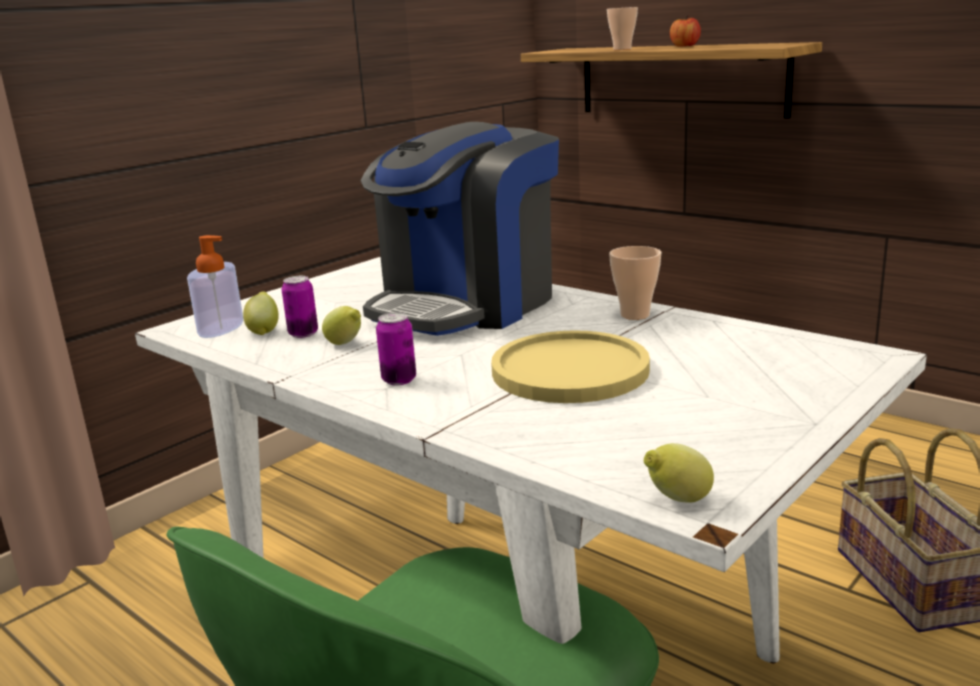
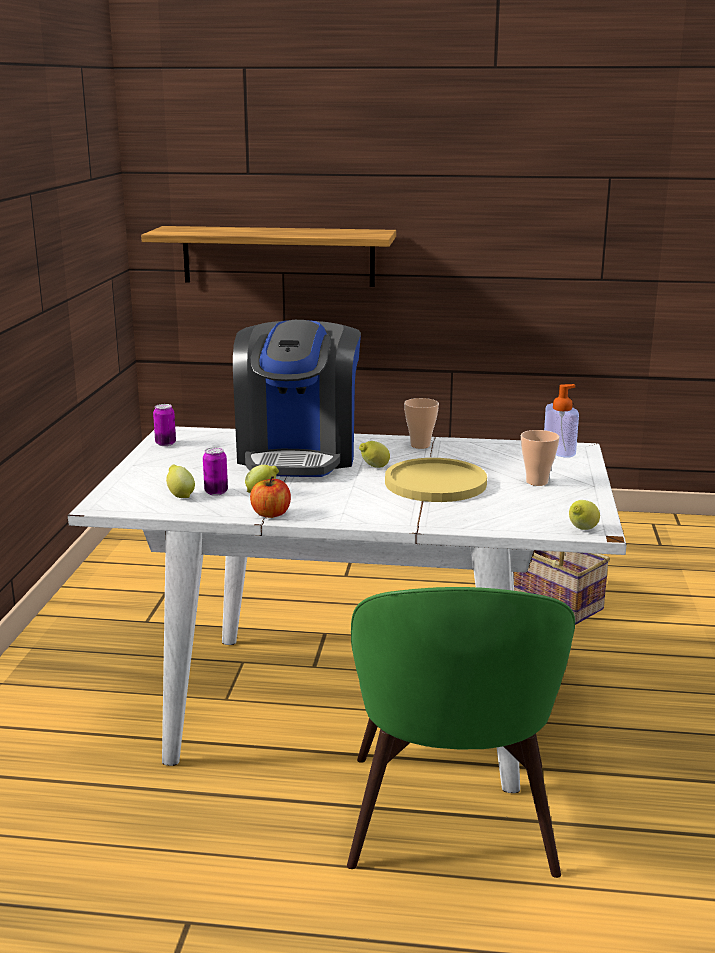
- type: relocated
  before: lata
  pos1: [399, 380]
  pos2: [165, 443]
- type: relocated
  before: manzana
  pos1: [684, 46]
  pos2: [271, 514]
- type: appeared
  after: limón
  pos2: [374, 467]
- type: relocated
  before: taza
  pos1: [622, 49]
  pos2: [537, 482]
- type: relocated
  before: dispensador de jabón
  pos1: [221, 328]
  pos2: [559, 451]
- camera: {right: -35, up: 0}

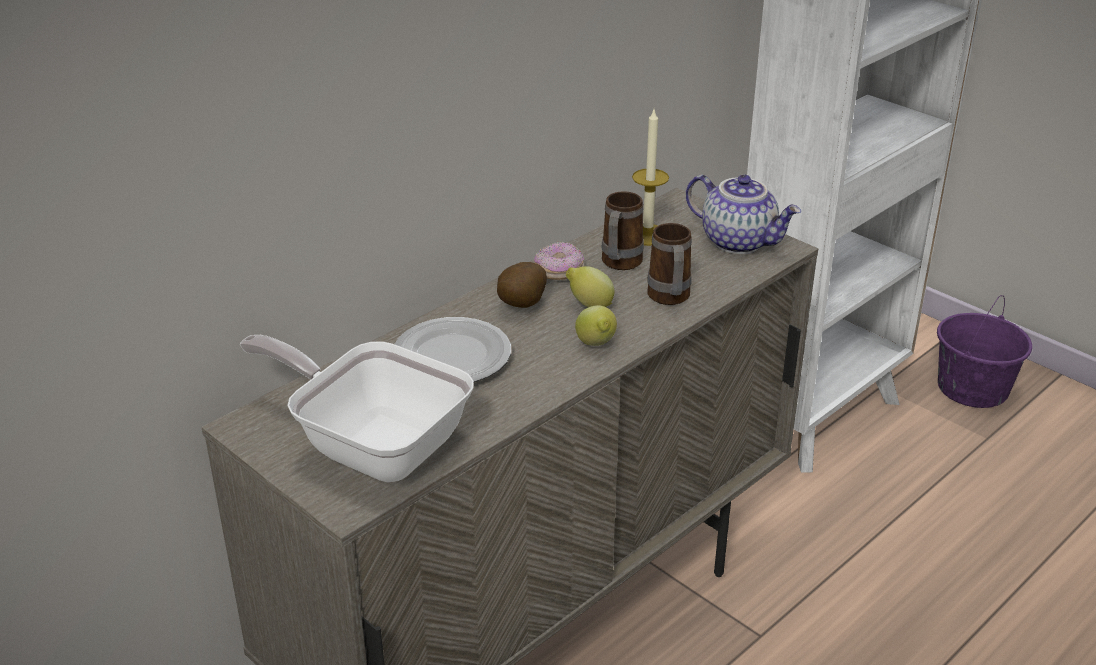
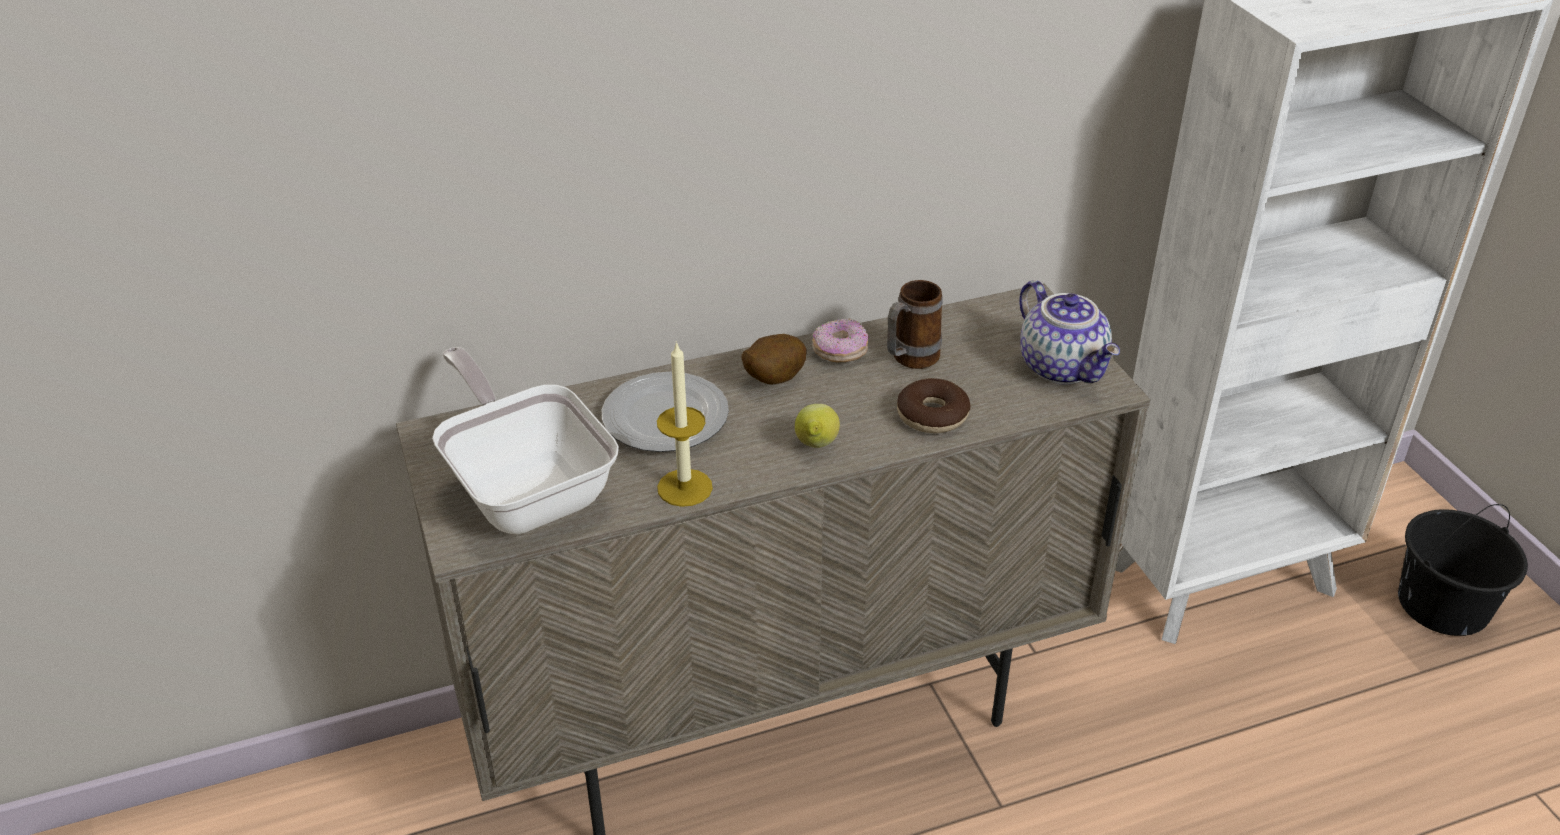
- type: relocated
  before: vela
  pos1: [647, 235]
  pos2: [684, 487]
- type: exchanged
  before: taza grande
  after: rosquilla
  pos1: [669, 299]
  pos2: [932, 416]
- type: colour
  before: cubo [morado]
  after: cubo [negro]
  pos1: [973, 388]
  pos2: [1443, 605]
- type: missing
  before: limón
  pos1: [589, 306]
- camera: {right: 25, up: 5}

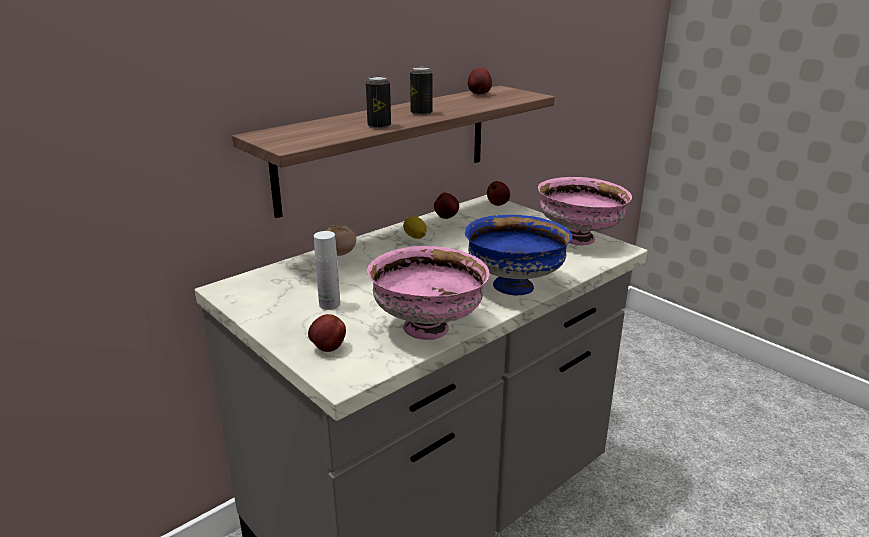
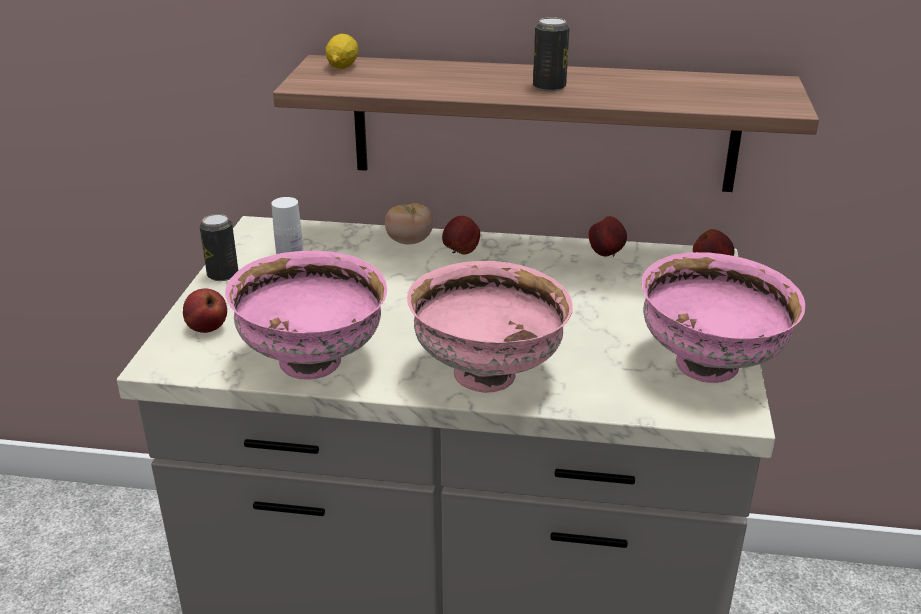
- type: relocated
  before: lata
  pos1: [379, 126]
  pos2: [223, 275]
- type: relocated
  before: limón
  pos1: [415, 236]
  pos2: [343, 66]
- type: colour
  before: cuenco [azul]
  after: cuenco [rosa]
  pos1: [513, 285]
  pos2: [488, 374]
- type: relocated
  before: manzana
  pos1: [479, 94]
  pos2: [461, 252]
- camera: {right: 50, up: 5}

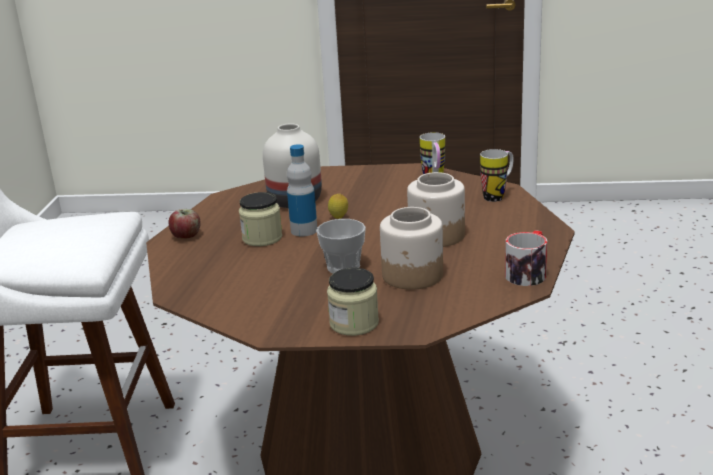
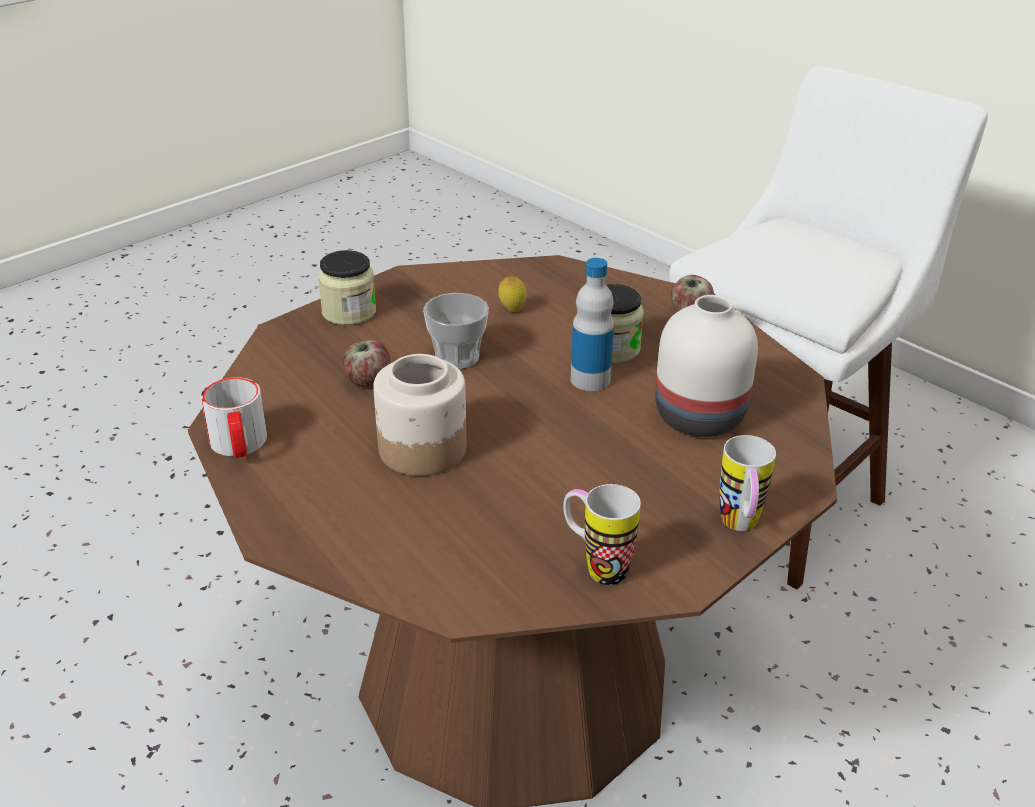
- type: exchanged
  before: tarro
  after: manzana
  pos1: [413, 276]
  pos2: [367, 381]
- type: relocated
  before: limón
  pos1: [339, 218]
  pos2: [512, 310]
- type: relocated
  before: taza grande
  pos1: [498, 196]
  pos2: [740, 527]
- camera: {right: 130, up: 10}

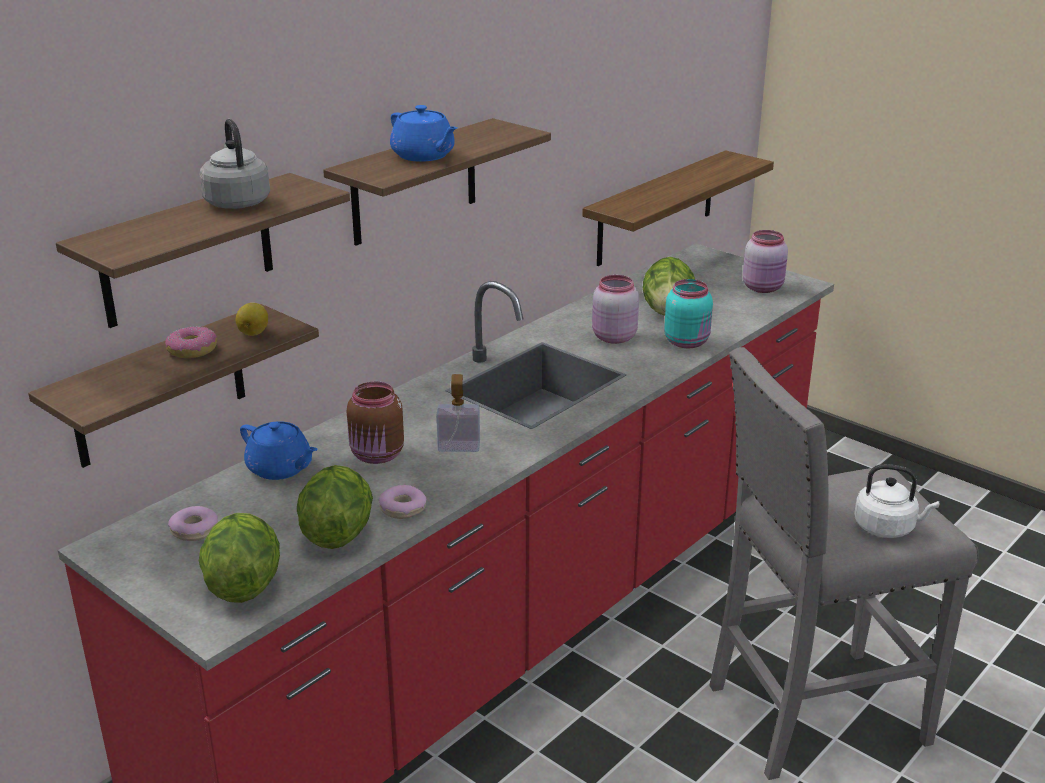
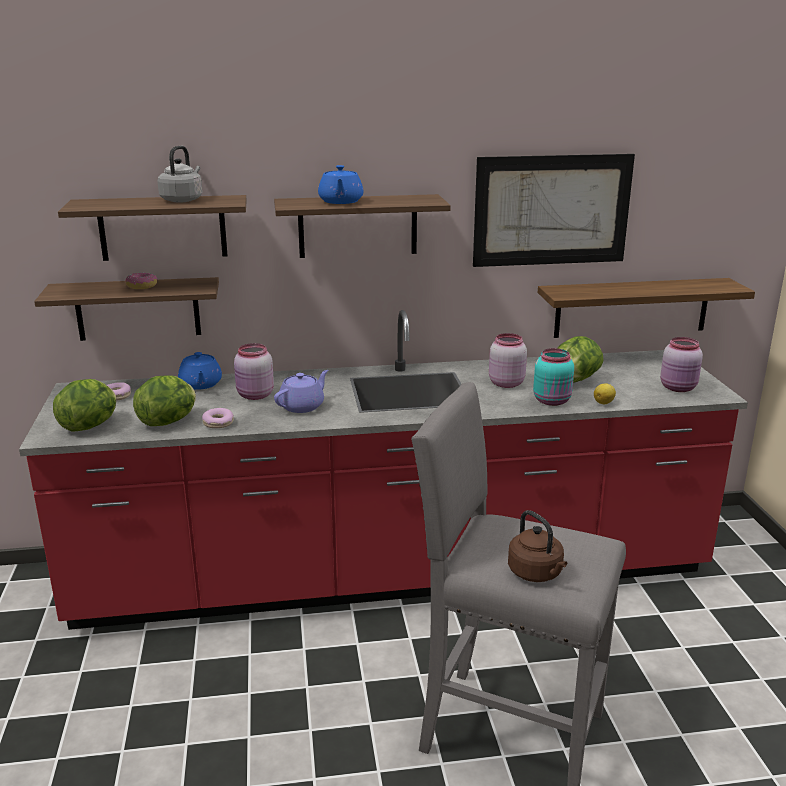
- type: colour
  before: tarro [marrón]
  after: tarro [rosa]
  pos1: [377, 455]
  pos2: [255, 395]
- type: exchanged
  before: dispensador de jabón
  after: tetera [morado]
  pos1: [459, 446]
  pos2: [302, 406]
- type: appeared
  after: cuadro
  pos2: [552, 210]
- type: colour
  before: hervidor [blanco]
  after: hervidor [marrón]
  pos1: [887, 528]
  pos2: [537, 573]
- type: relocated
  before: limón
  pos1: [254, 333]
  pos2: [604, 403]
- camera: {right: 40, up: -5}

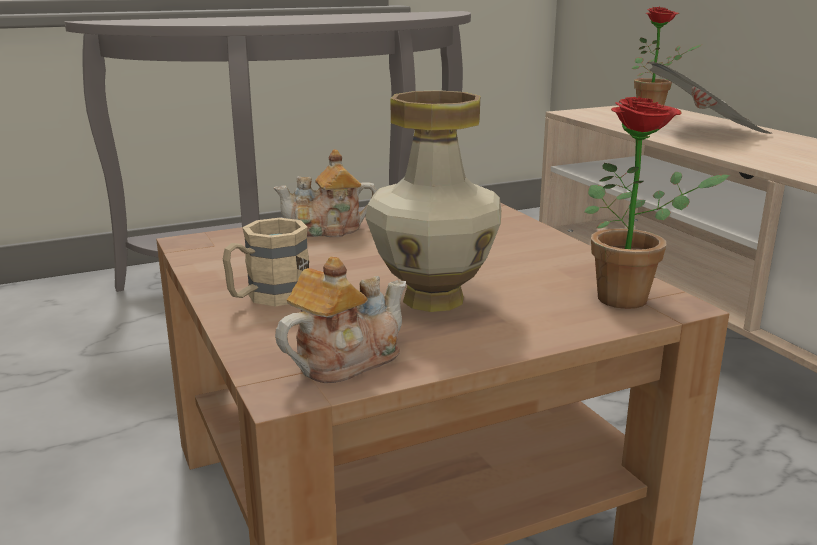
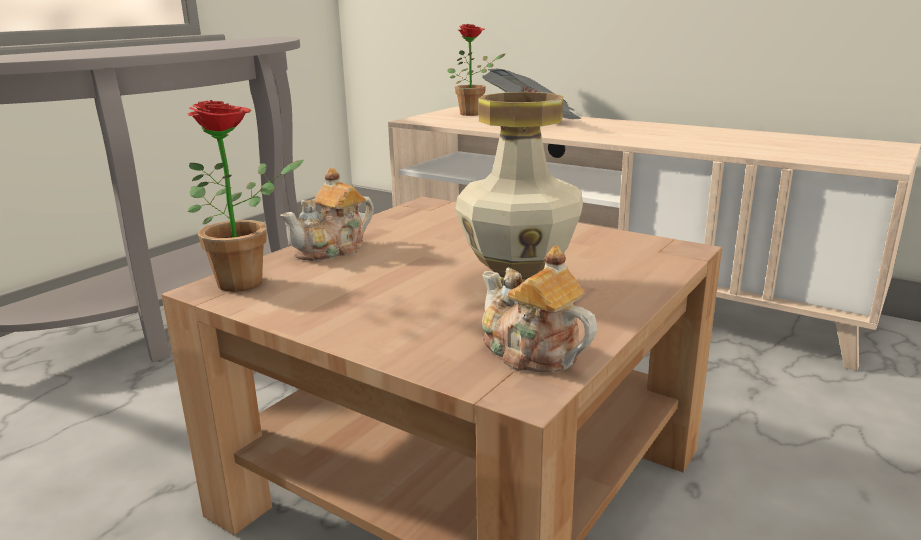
- type: relocated
  before: planta en maceta
  pos1: [633, 299]
  pos2: [250, 281]
- type: spun
  before: tetera
  pos1: [344, 360]
  pos2: [530, 353]
  turn: -60
- type: missing
  before: taza grande [beis]
  pos1: [267, 297]
- camera: {right: -30, up: 0}

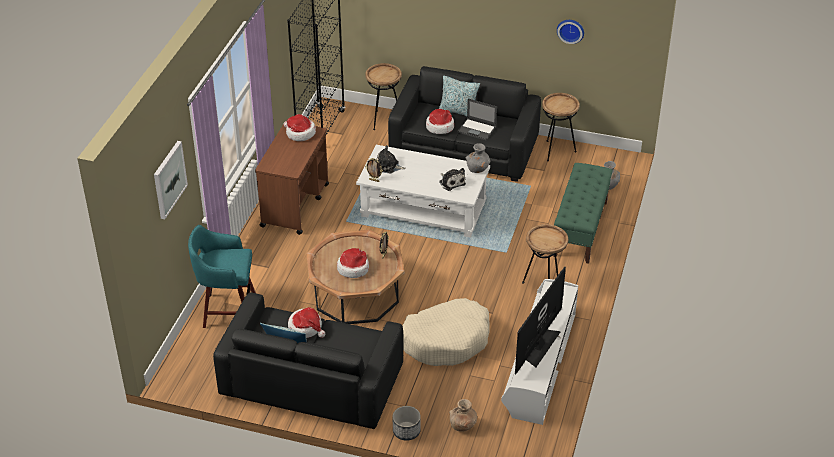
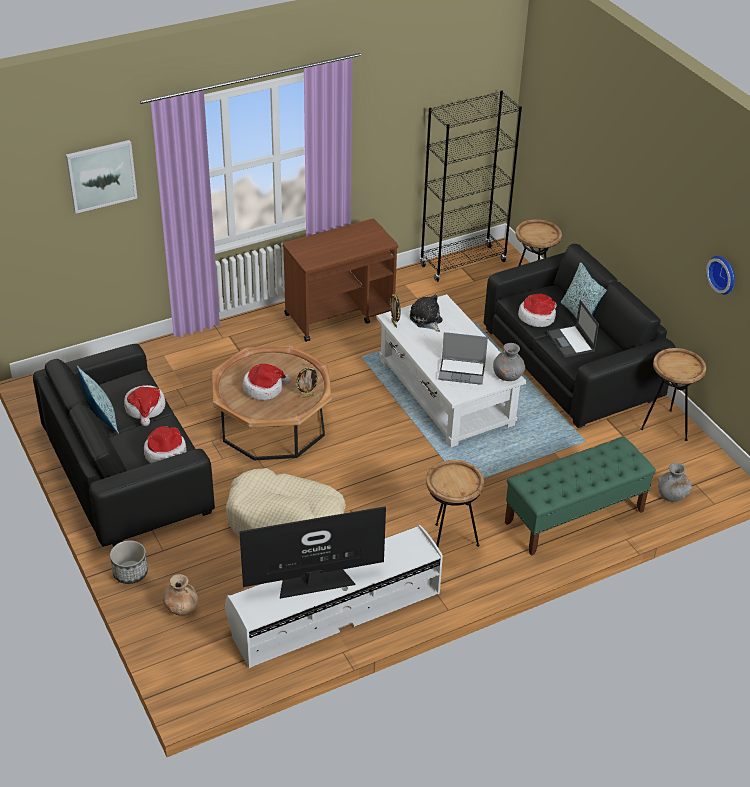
- type: relocated
  before: sombrero
  pos1: [300, 133]
  pos2: [165, 452]
- type: exchanged
  before: peluche
  after: portátil
  pos1: [451, 182]
  pos2: [462, 371]
- type: missing
  before: taburete [turquesa]
  pos1: [227, 311]
- camera: {right: 45, up: 0}

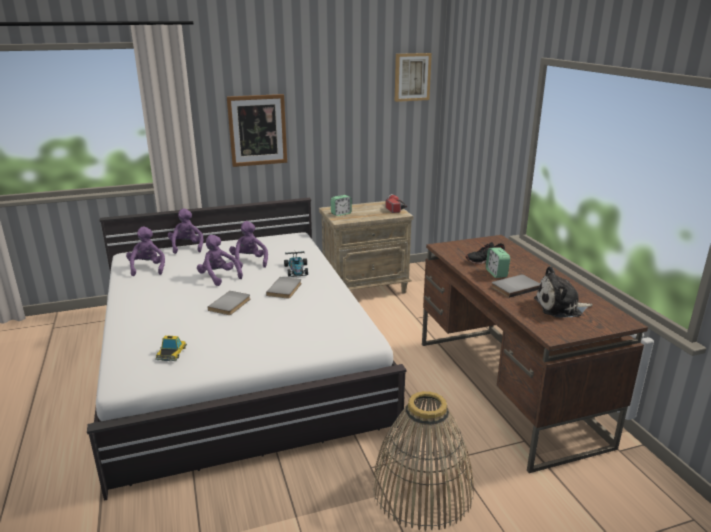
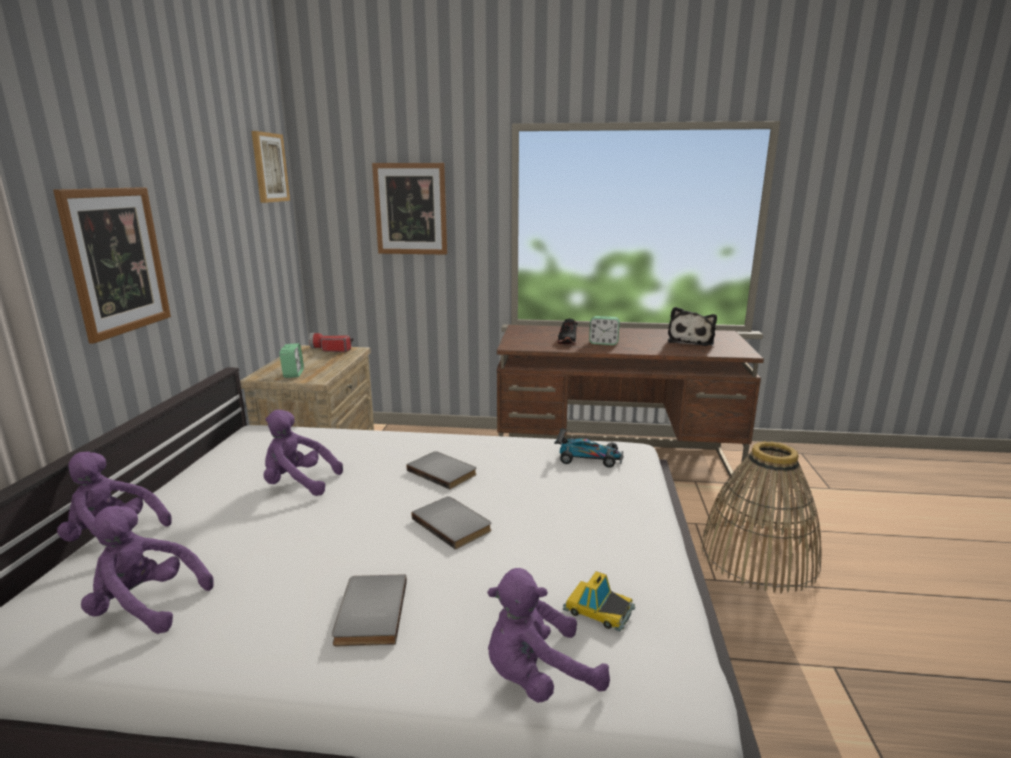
- type: relocated
  before: libro [gris]
  pos1: [514, 287]
  pos2: [368, 612]
- type: appeared
  after: cuadro
  pos2: [410, 209]
- type: relocated
  before: peluche [morado]
  pos1: [218, 277]
  pos2: [538, 677]
- type: relocated
  before: coche de juguete
  pos1: [296, 270]
  pos2: [588, 457]
- camera: {right: -65, up: -5}

